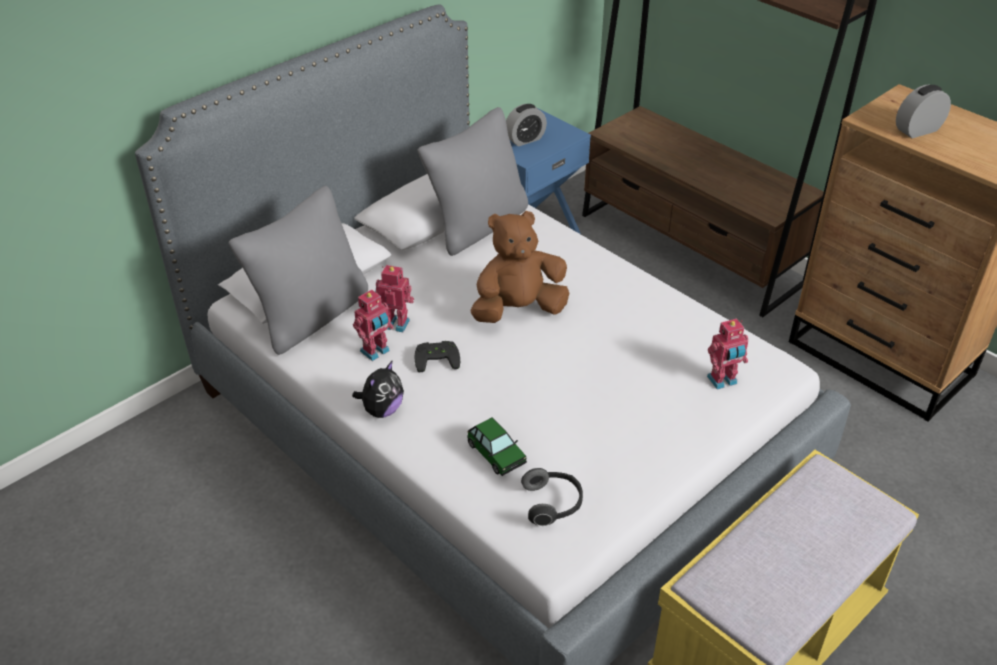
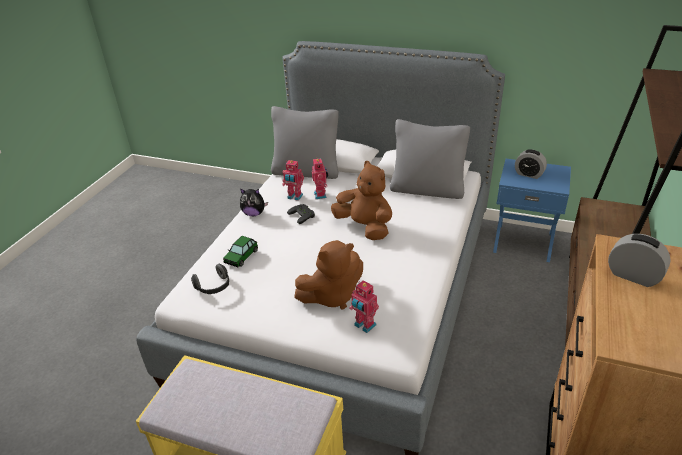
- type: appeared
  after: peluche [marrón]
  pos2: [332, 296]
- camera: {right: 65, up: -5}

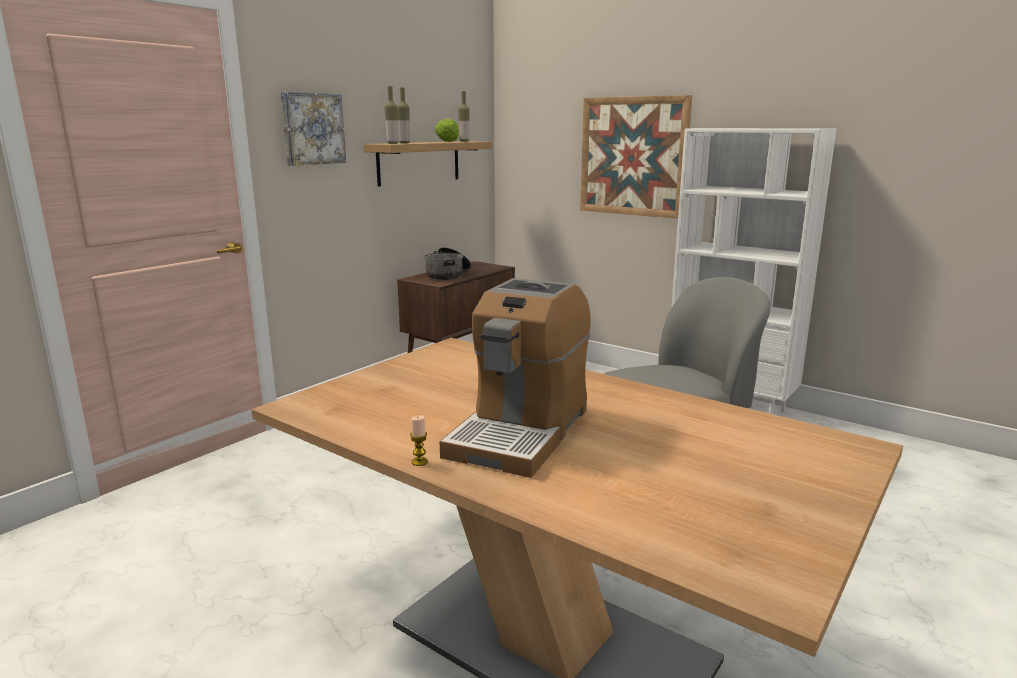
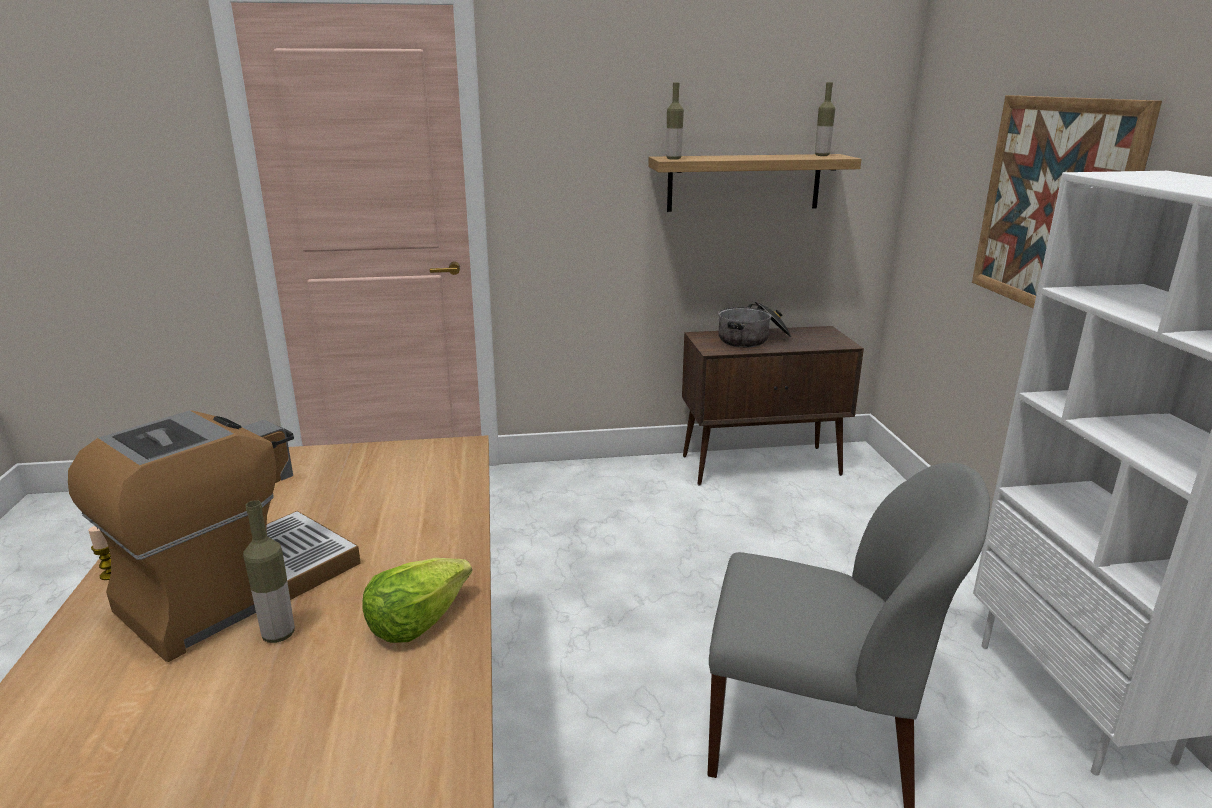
- type: spun
  before: cafetera
  pos1: [520, 431]
  pos2: [236, 589]
  turn: 150
- type: relocated
  before: botella
  pos1: [404, 143]
  pos2: [278, 634]
- type: relocated
  before: lechuga
  pos1: [447, 141]
  pos2: [417, 620]
- type: missing
  before: cuadro
  pos1: [312, 129]
- camera: {right: 45, up: 5}

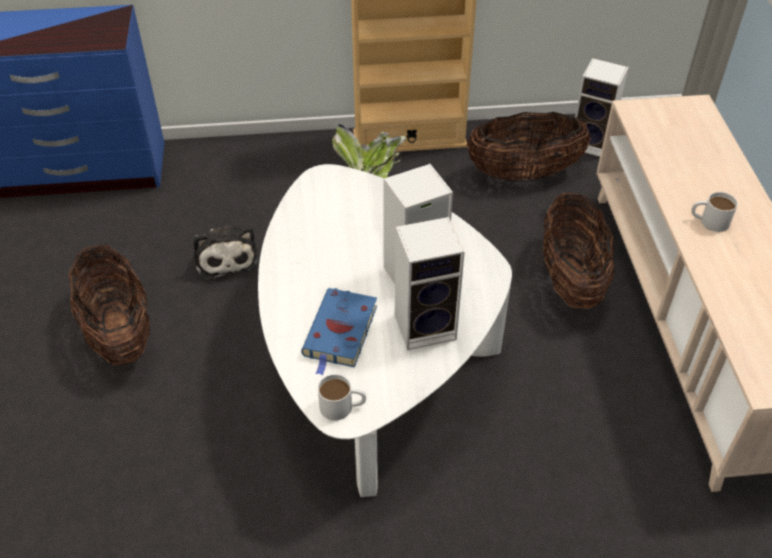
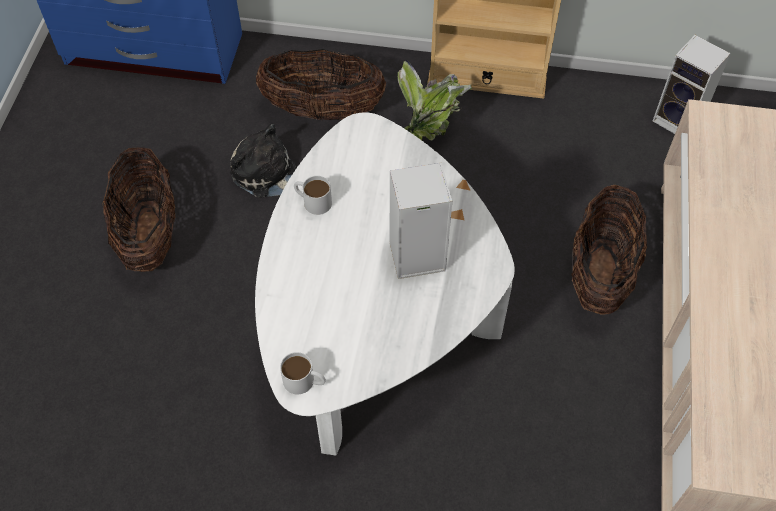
- type: spun
  before: peluche
  pos1: [225, 257]
  pos2: [267, 175]
  turn: 135
- type: relocated
  before: cesta
  pos1: [524, 173]
  pos2: [323, 110]
- type: relocated
  before: taza grande [blanco]
  pos1: [709, 221]
  pos2: [312, 201]
- type: missing
  before: libro [azul]
  pos1: [340, 333]
- type: missing
  before: altavoz
  pos1: [427, 325]
- camera: {right: 15, up: 10}

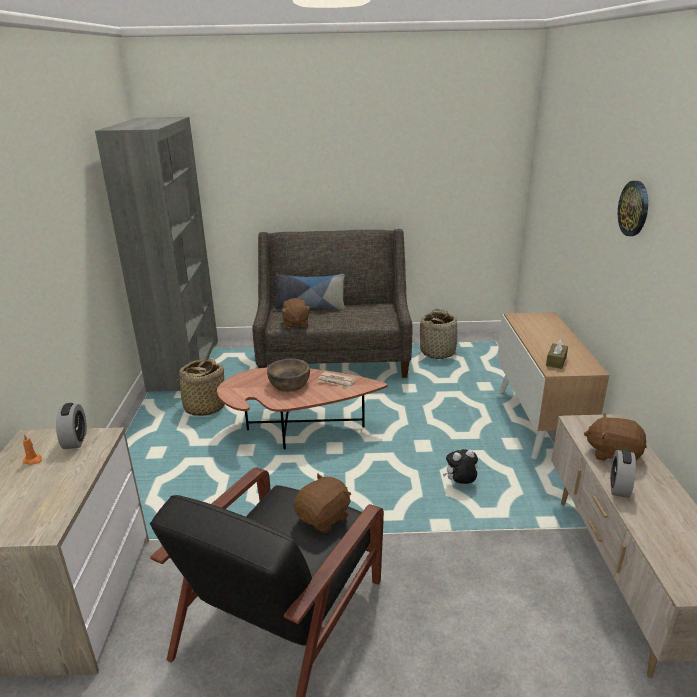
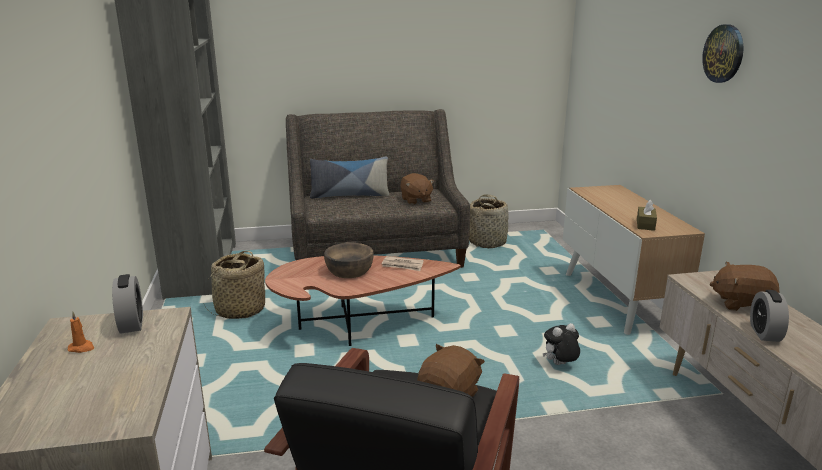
- type: relocated
  before: peluche [marrón]
  pos1: [295, 323]
  pos2: [416, 200]
- camera: {right: -10, up: -5}

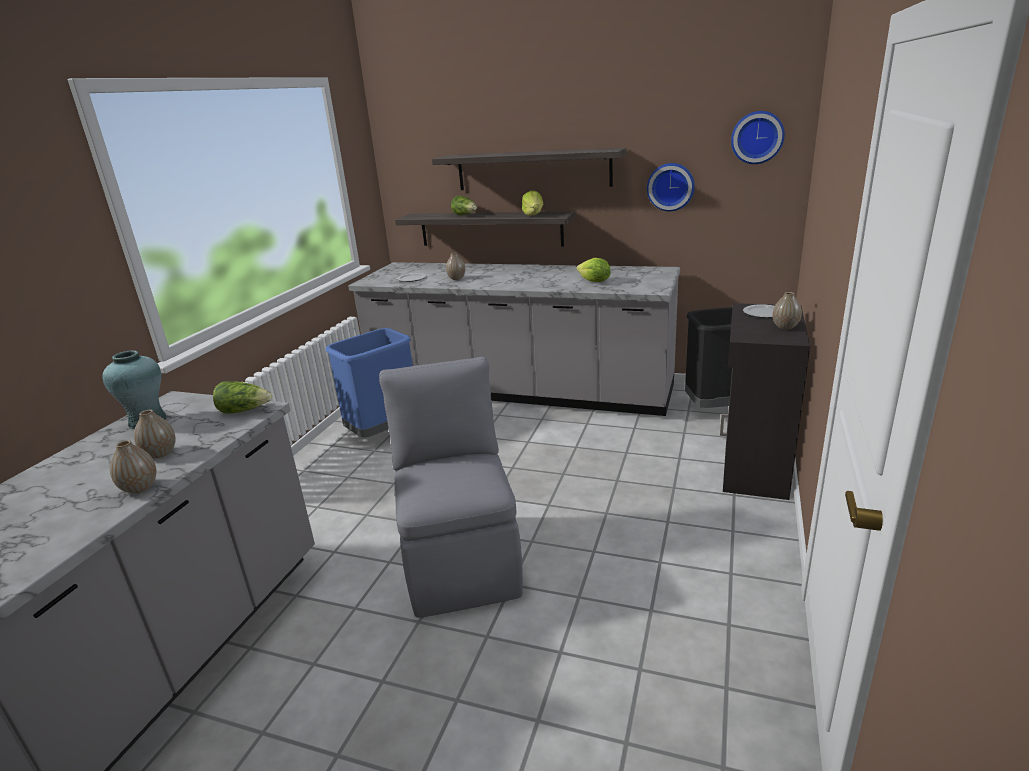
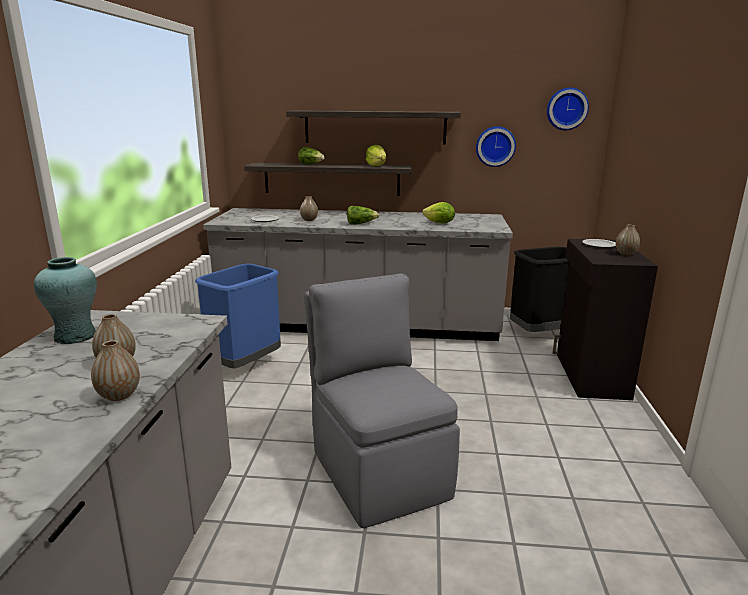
- type: relocated
  before: lechuga
  pos1: [245, 410]
  pos2: [361, 224]
- camera: {right: -15, up: -5}

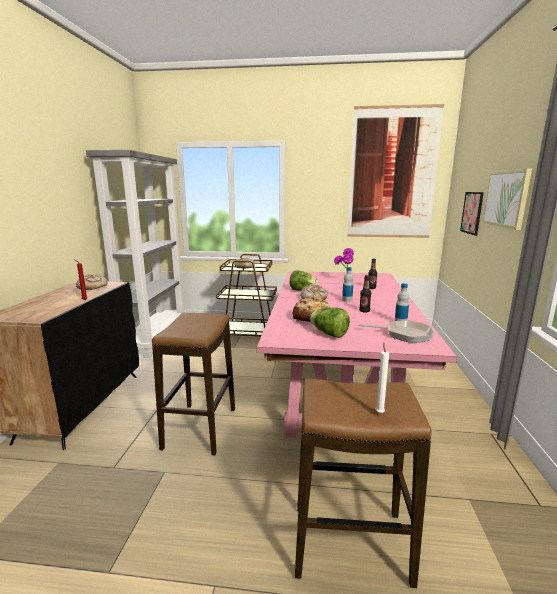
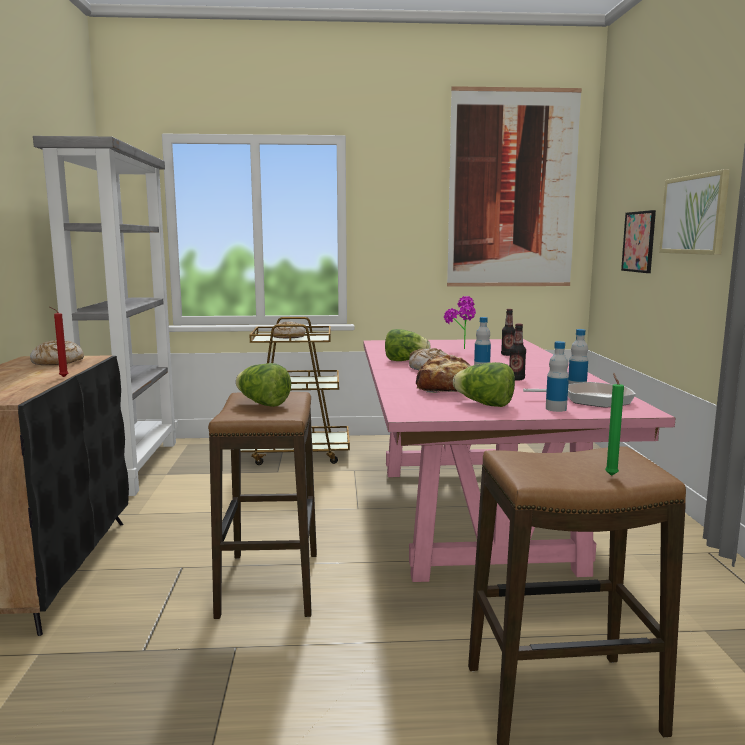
- type: appeared
  after: lechuga
  pos2: [263, 404]
- type: appeared
  after: botella
  pos2: [556, 409]
- type: colour
  before: vela [blanco]
  after: vela [verde]
  pos1: [379, 412]
  pos2: [610, 475]
- camera: {right: -10, up: -5}

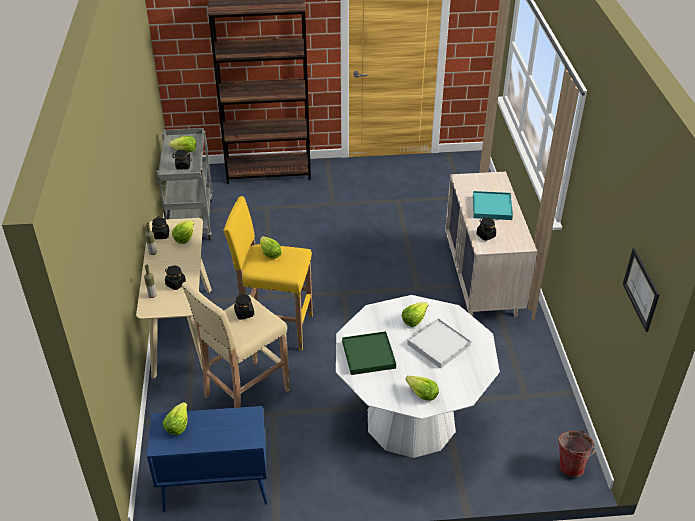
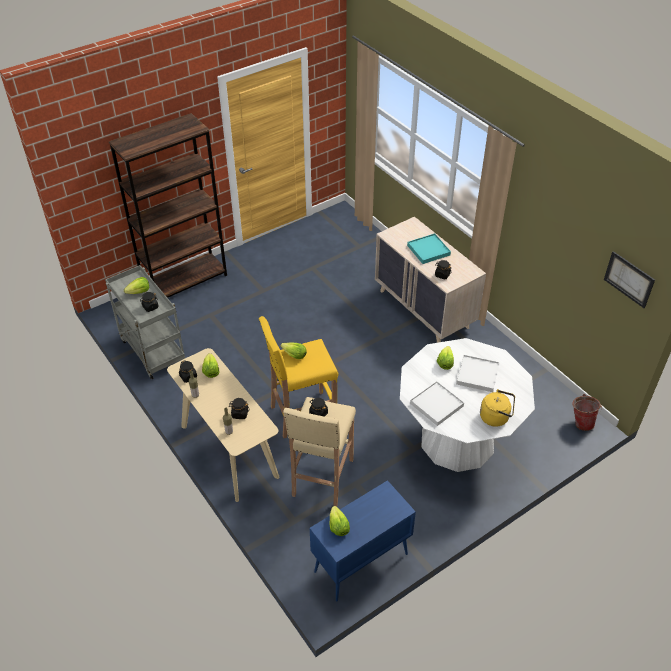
- type: colour
  before: bandeja [verde]
  after: bandeja [blanco]
  pos1: [368, 355]
  pos2: [436, 404]
- type: exchanged
  before: lechuga
  after: hervidor [amarillo]
  pos1: [421, 394]
  pos2: [496, 417]
- camera: {right: -30, up: 5}

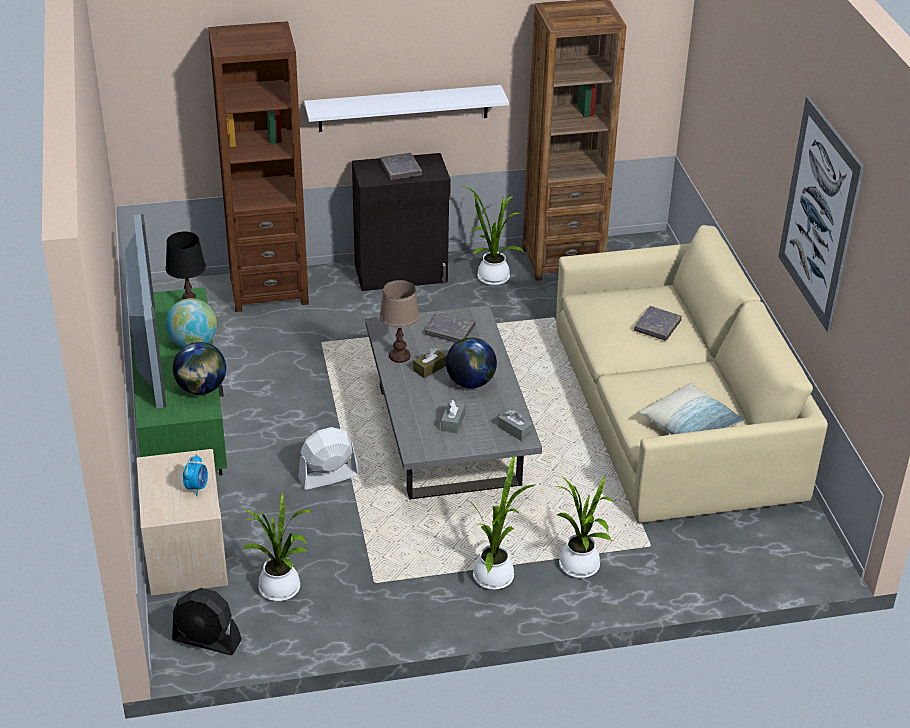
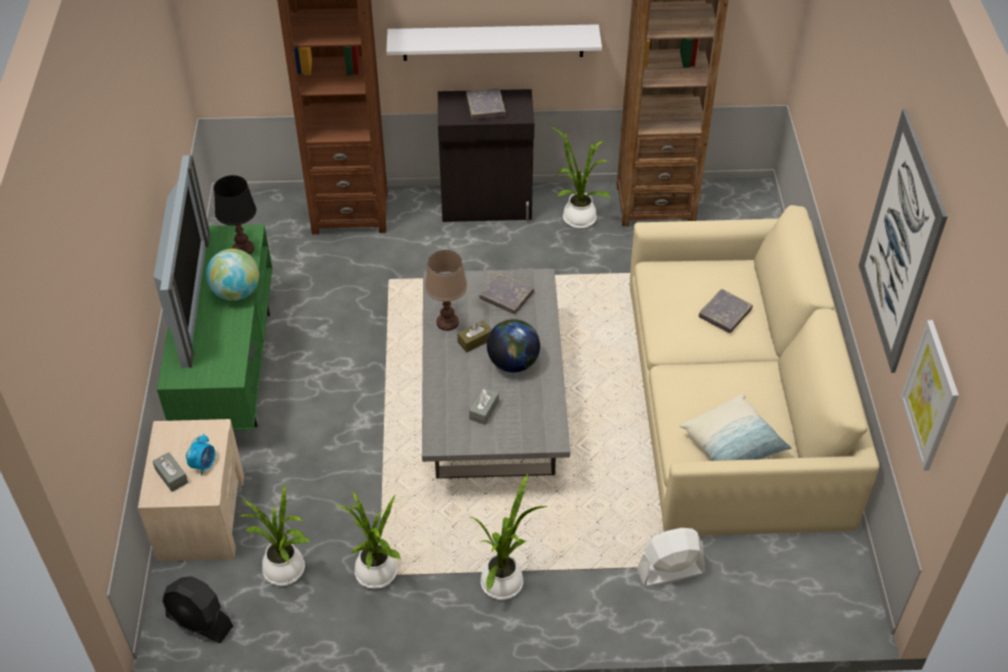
- type: relocated
  before: caja de pañuelos [gris]
  pos1: [515, 430]
  pos2: [171, 476]
- type: relocated
  before: planta en maceta
  pos1: [580, 568]
  pos2: [376, 575]
- type: relocated
  before: ventilador [blanco]
  pos1: [328, 476]
  pos2: [670, 571]
- type: appeared
  after: cuadro
  pos2: [930, 395]
- type: missing
  before: globo terráqueo
  pos1: [201, 389]
- camera: {right: 10, up: 10}

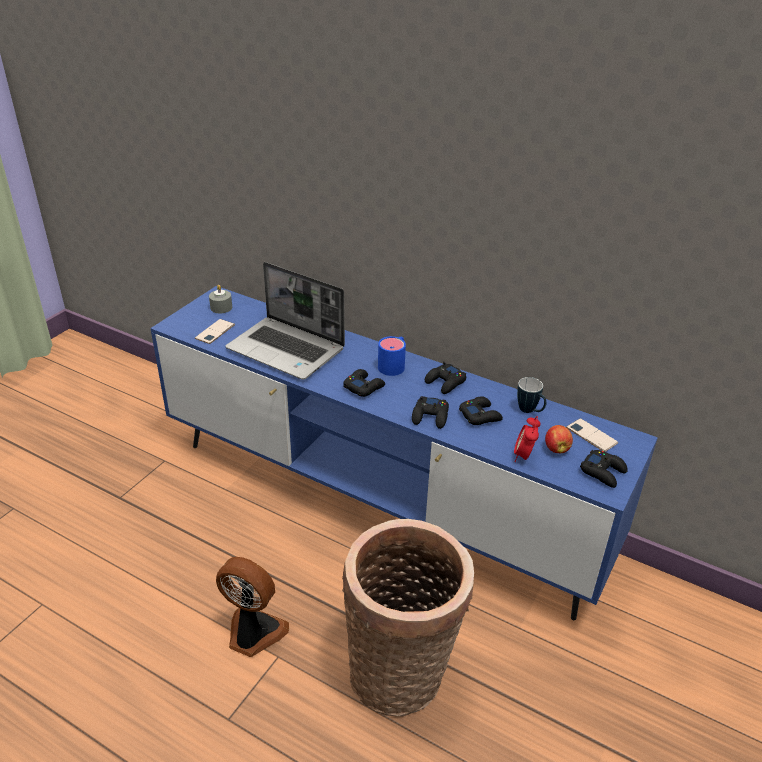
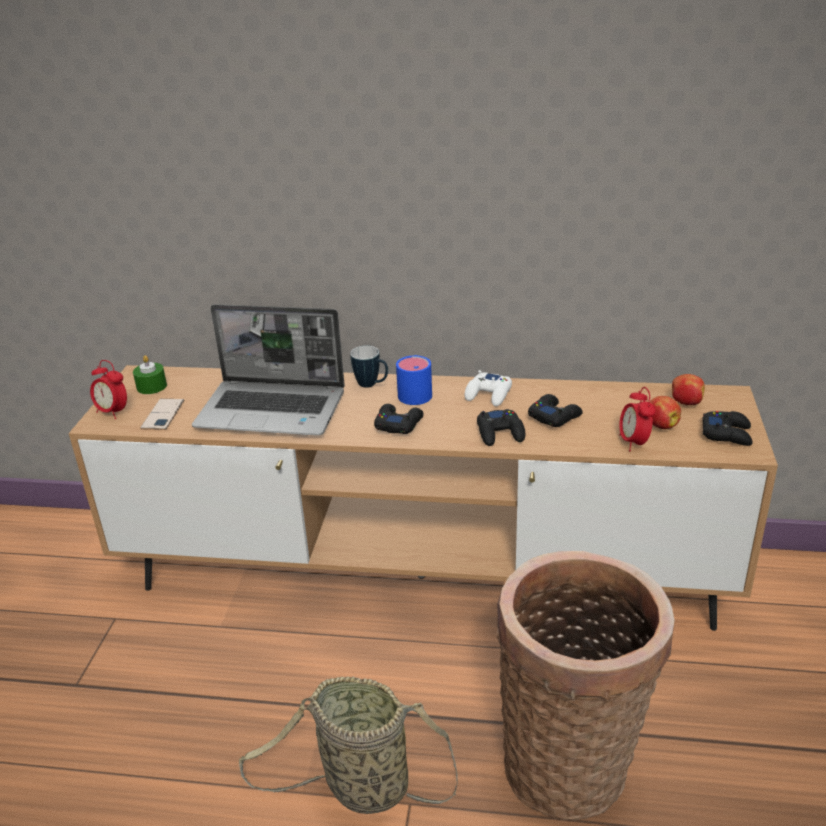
- type: colour
  before: mueble de televisión [azul]
  after: mueble de televisión [marrón]
  pos1: [379, 501]
  pos2: [421, 577]
- type: appeared
  after: despertador
  pos2: [113, 412]
- type: colour
  before: vela [gris]
  after: vela [verde]
  pos1: [221, 307]
  pos2: [151, 386]
- type: exchanged
  before: ventilador
  after: cesta
  pos1: [253, 633]
  pos2: [361, 788]
- type: relocated
  before: taza grande
  pos1: [530, 411]
  pos2: [372, 385]
- type: colour
  before: mando de consola [negro]
  after: mando de consola [blanco]
  pos1: [445, 382]
  pos2: [489, 394]
- type: exchanged
  before: móvil
  after: manzana
  pos1: [591, 435]
  pos2: [685, 402]
- camera: {right: -20, up: -5}

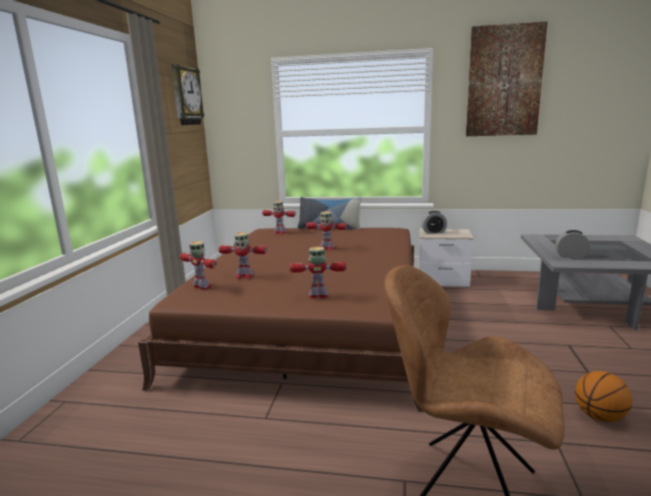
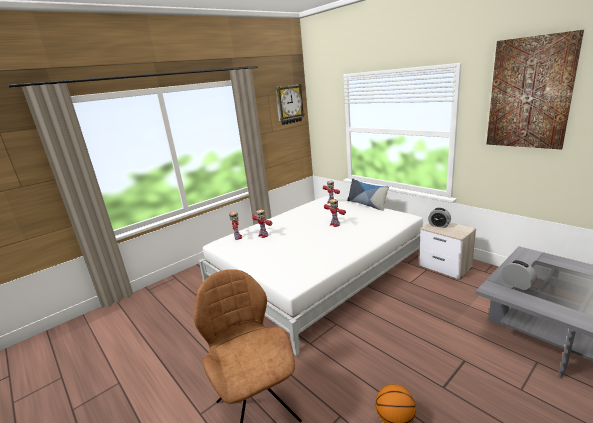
- type: colour
  before: cama [marrón]
  after: cama [blanco]
  pos1: [312, 318]
  pos2: [317, 269]
- type: missing
  before: robot de juguete
  pos1: [319, 295]
- camera: {right: 40, up: 5}

